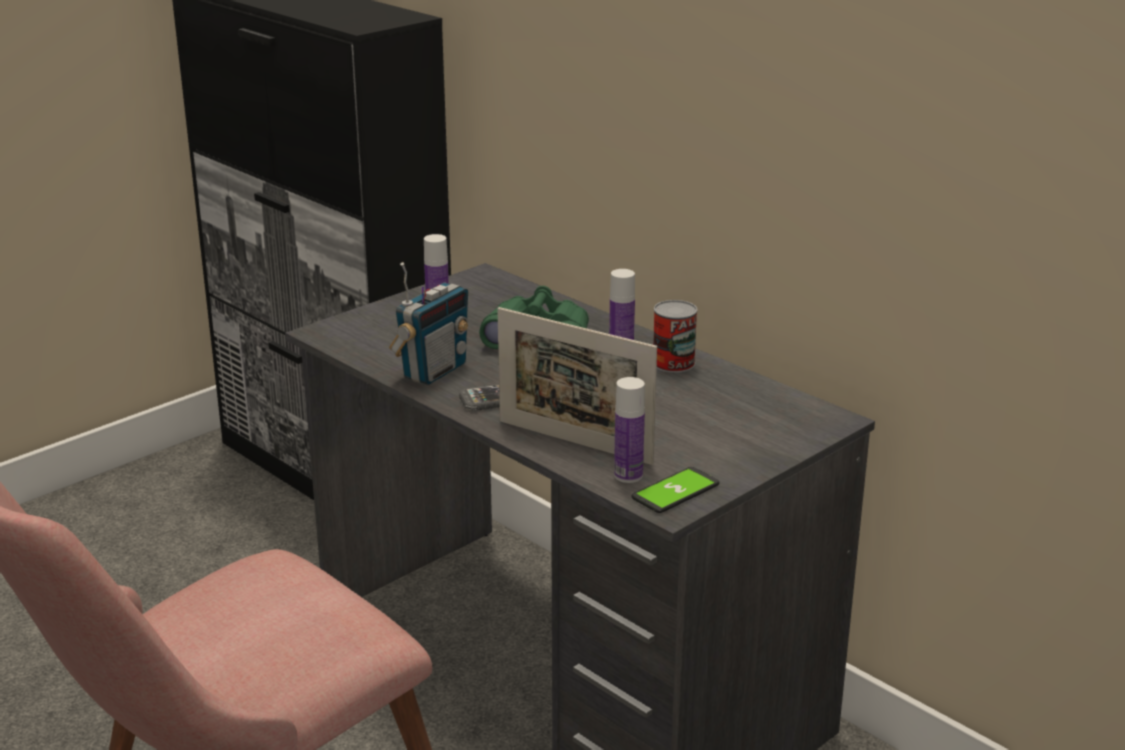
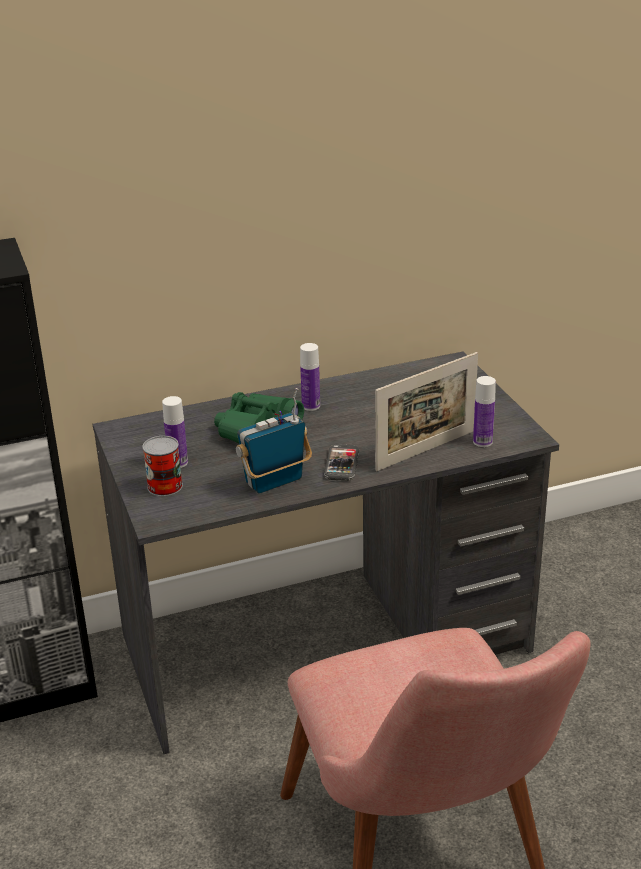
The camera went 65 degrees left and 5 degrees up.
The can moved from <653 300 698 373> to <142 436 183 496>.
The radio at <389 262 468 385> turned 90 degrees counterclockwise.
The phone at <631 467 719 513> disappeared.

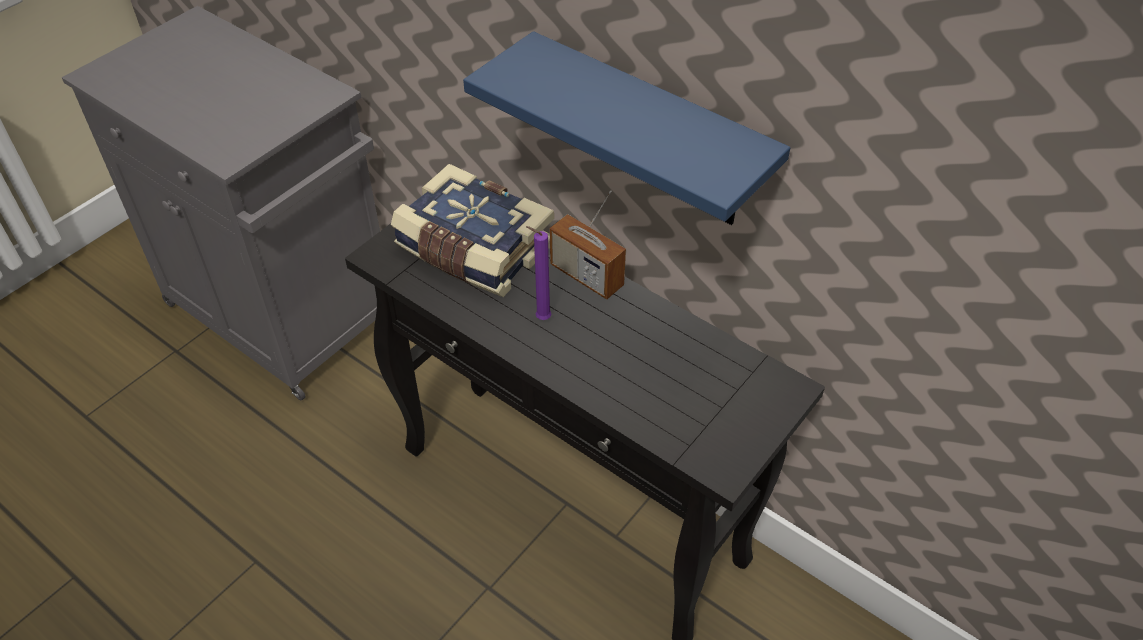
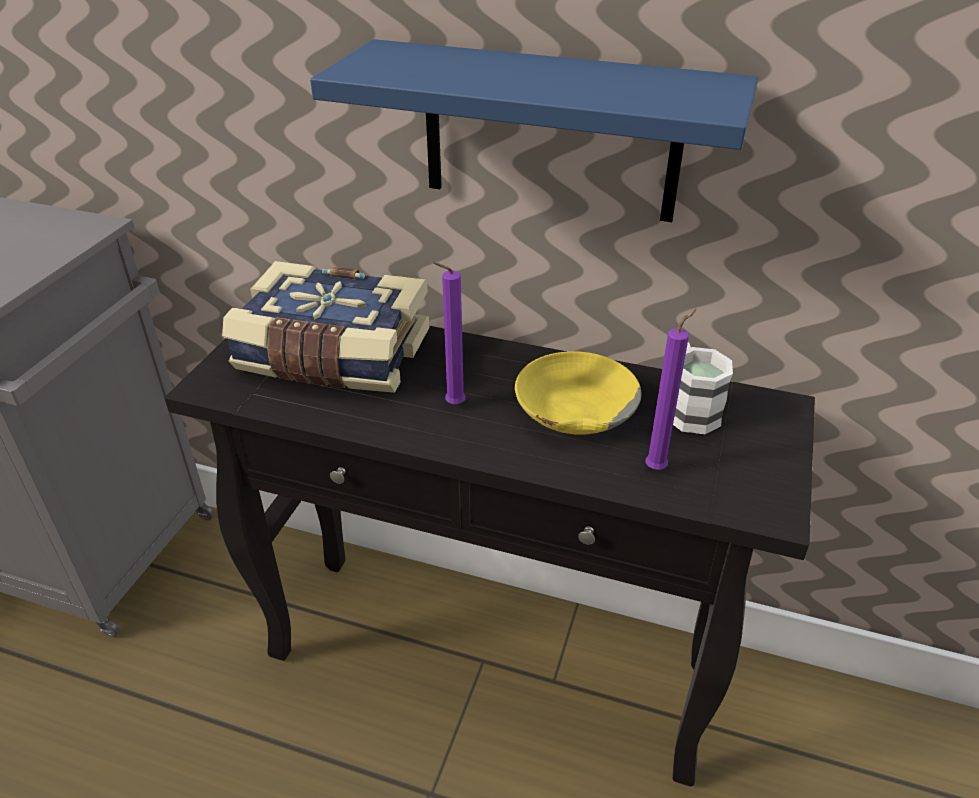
The camera went 20 degrees left and 10 degrees down.
The yellow bowl at <515 351 641 435> appeared.
The purple candle at <645 309 697 470> appeared.
The white mug at <673 342 733 434> appeared.
The radio at <550 191 626 299> disappeared.

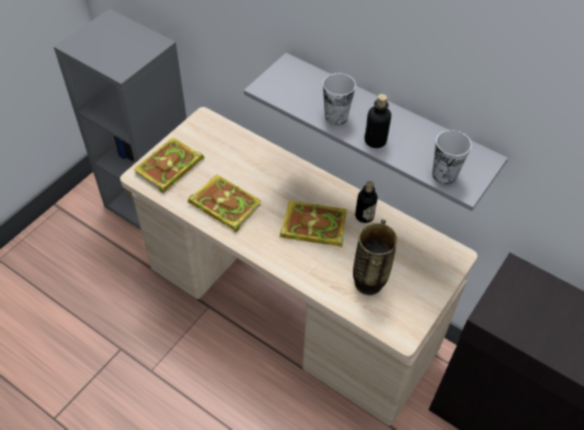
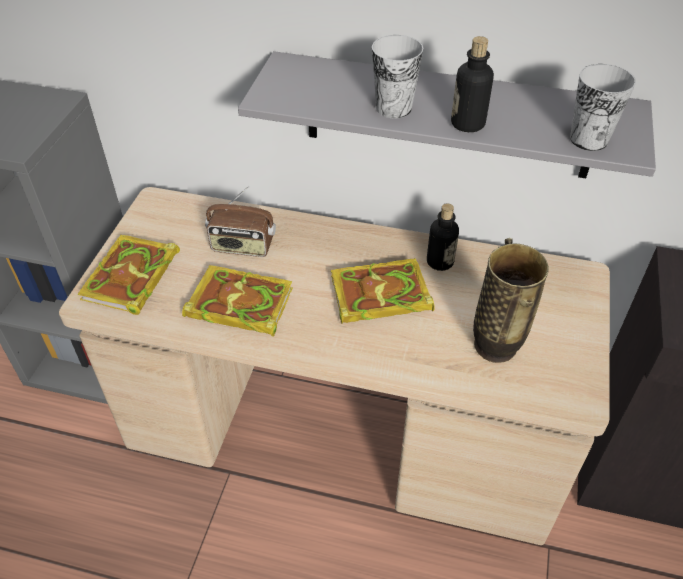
The camera went 20 degrees left and 5 degrees down.
The radio at <205 186 276 257> appeared.

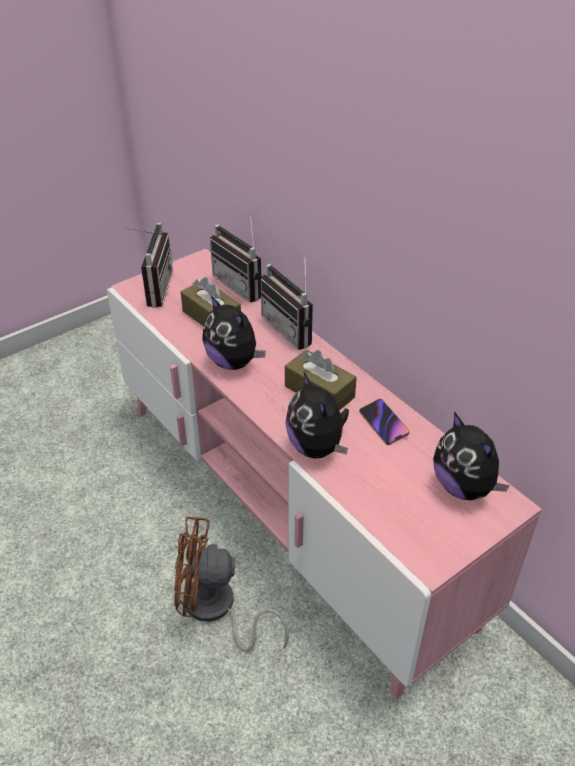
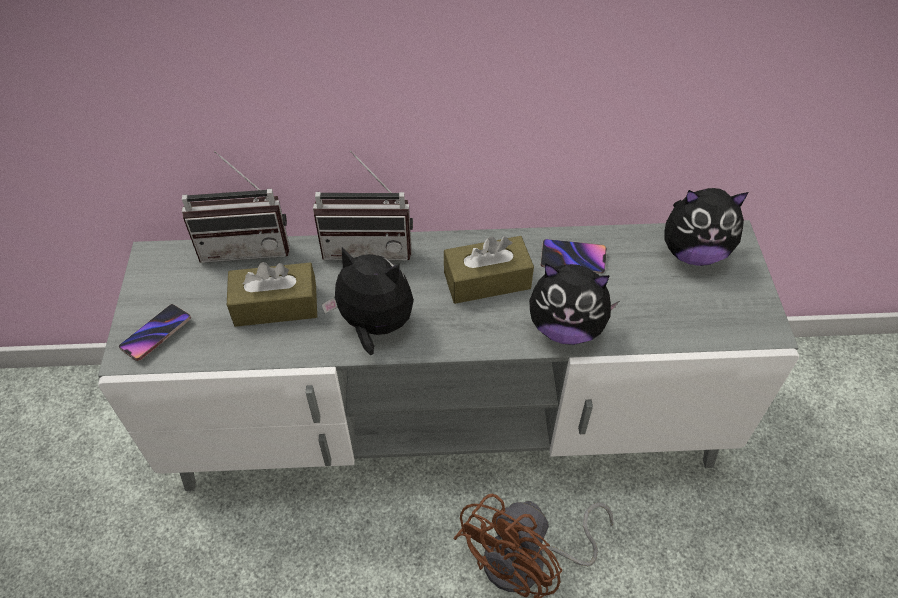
The camera went 55 degrees left and 10 degrees up.
The pink tv stand at <107 249 542 700> became the grey tv stand at <98 220 799 491>.
The radio at <123 223 173 308> was replaced by the phone at <119 304 191 361>.
The plush toy at <202 296 266 370> turned 150 degrees counterclockwise.

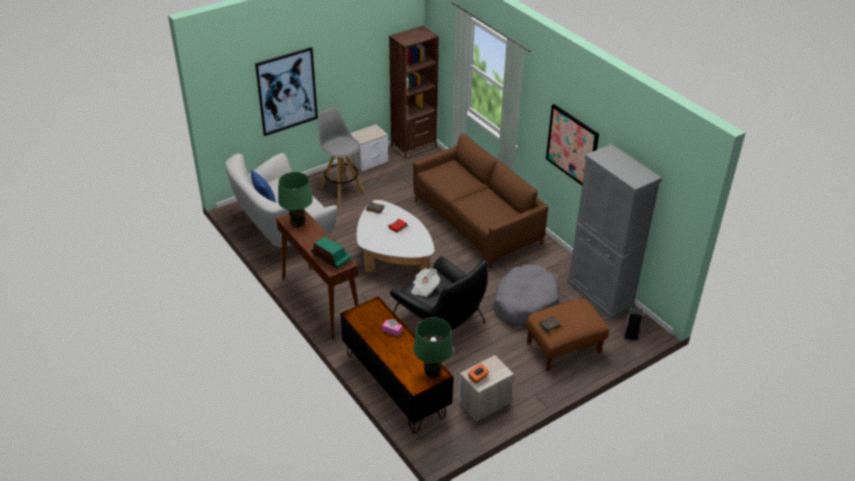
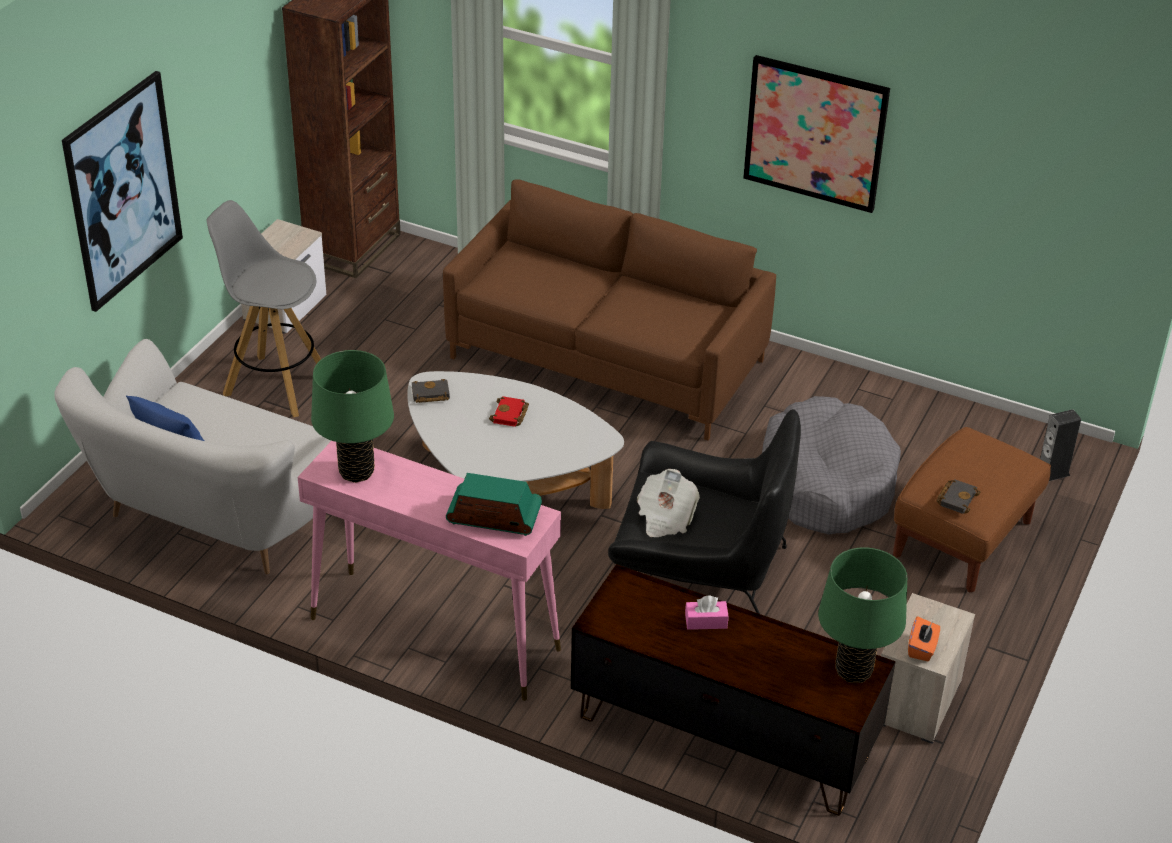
The camera went 30 degrees left and 0 degrees up.
The brown console table at <276 209 359 340> became the pink console table at <298 441 561 701>.
The grey cabinet at <567 144 662 319> disappeared.

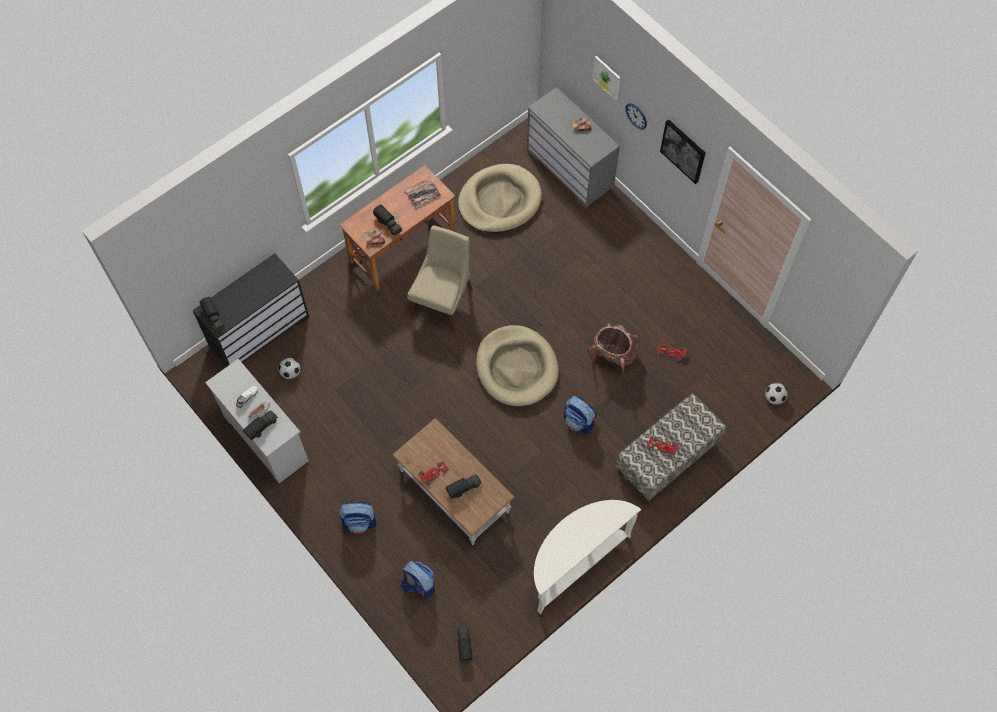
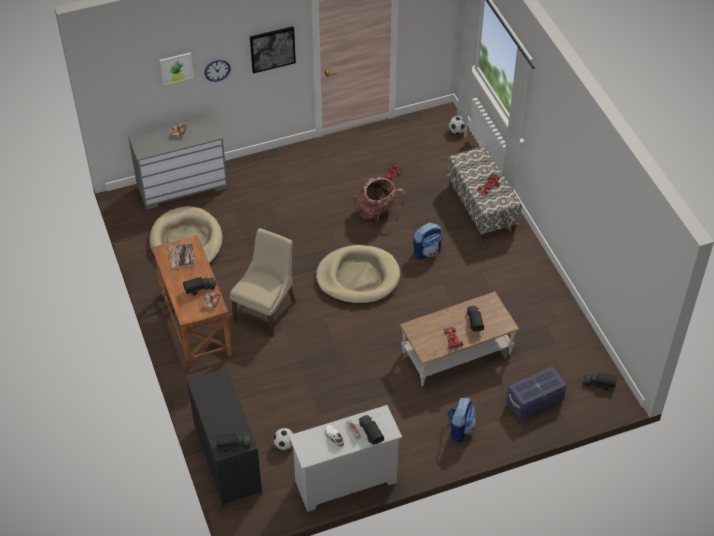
The camera went 70 degrees left and 15 degrees down.
The beige chair at <407 225 472 331> turned 75 degrees clockwise.
The backpack at <401 561 435 599> was replaced by the purple storage box at <507 367 567 420>.
The white console table at <534 500 641 614> disappeared.

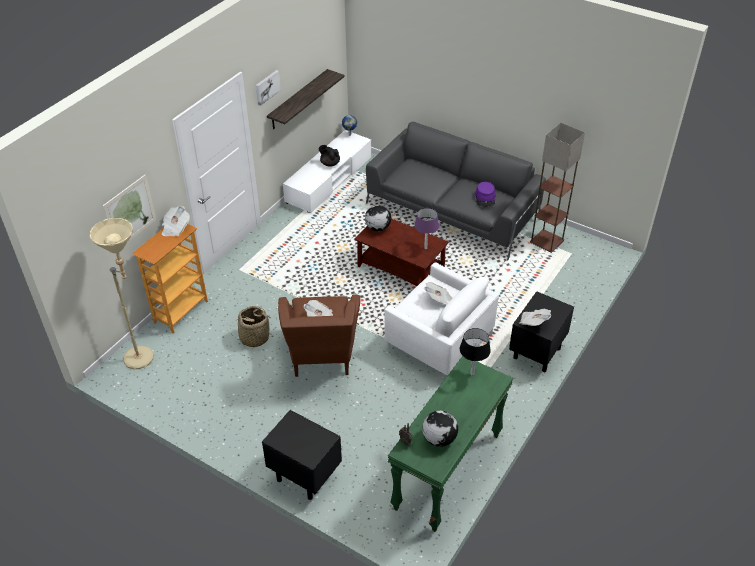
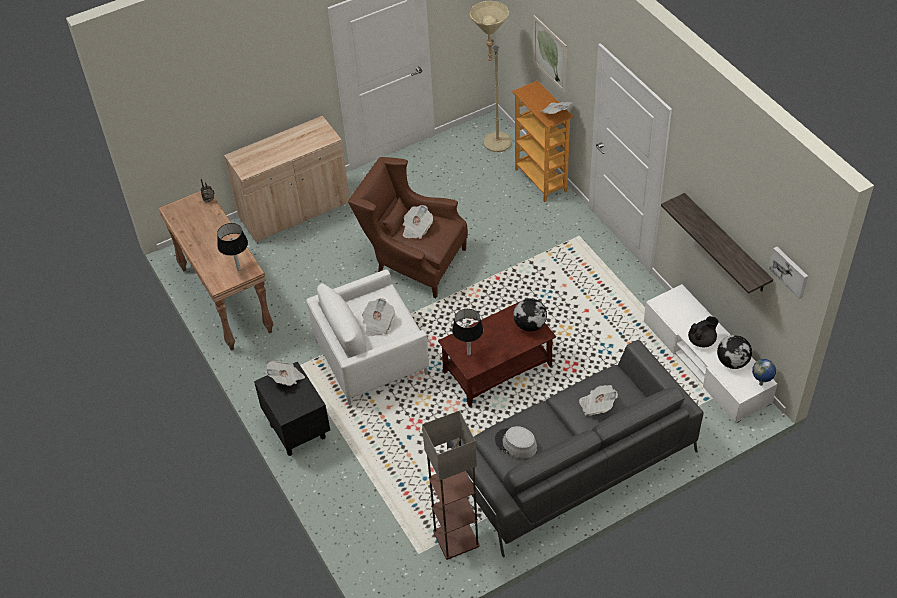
The camera went 120 degrees right and 5 degrees up.
The green console table at <388 356 513 532> became the brown console table at <159 191 274 351>.
The black nightstand at <262 410 342 500> was replaced by the beige cabinet at <224 116 350 242>.
The purple table lamp at <414 208 440 249> became the black table lamp at <452 309 483 355>.
The purple hat at <475 182 496 207> became the grey hat at <495 426 537 458>.
The newspaper at <579 385 618 415> appeared.
The globe moved from <422 410 458 447> to <717 335 752 369>.
The picture moved from <256 70 281 106> to <769 247 808 299>.
The basket at <230 306 273 347> disappeared.

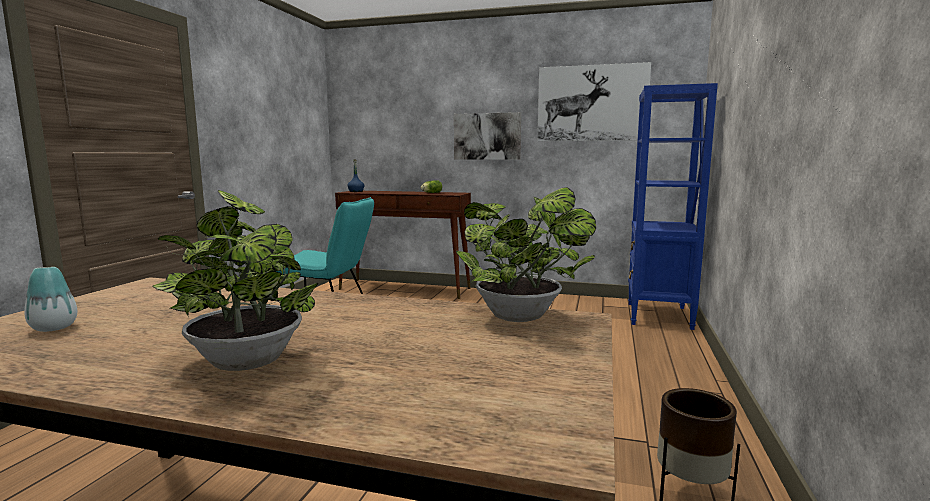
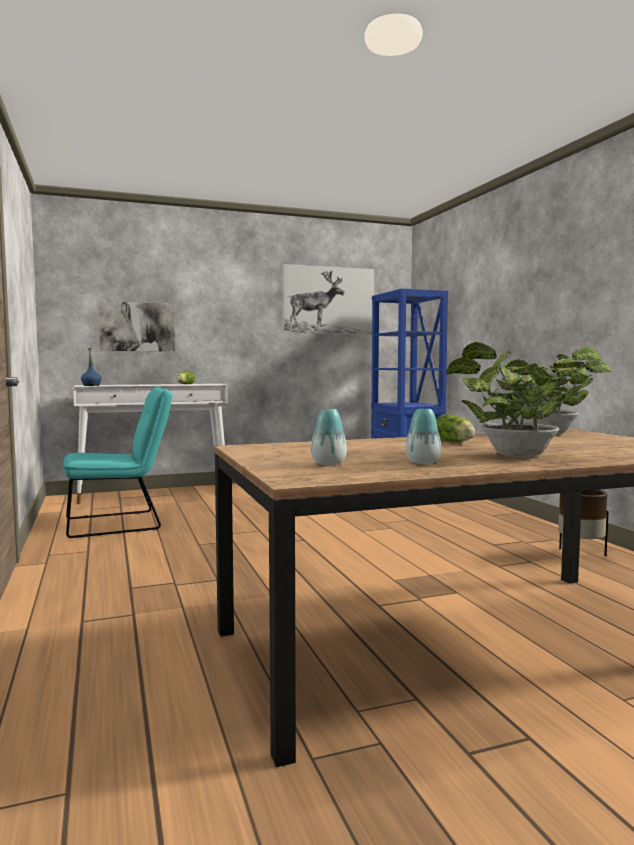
The camera went 35 degrees left and 5 degrees down.
The brown console table at <335 191 471 299> became the white console table at <73 384 228 504>.
The picture moved from <454 112 521 160> to <98 301 175 351>.
The vase at <405 409 441 464> appeared.
The lettuce at <436 414 475 442> appeared.

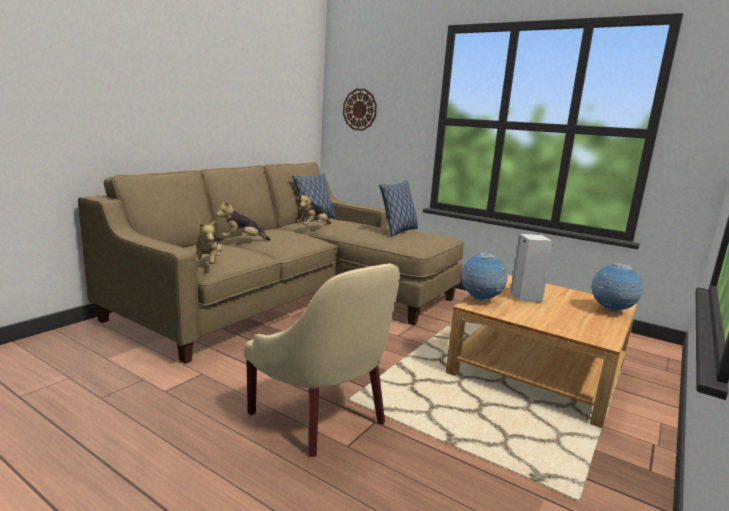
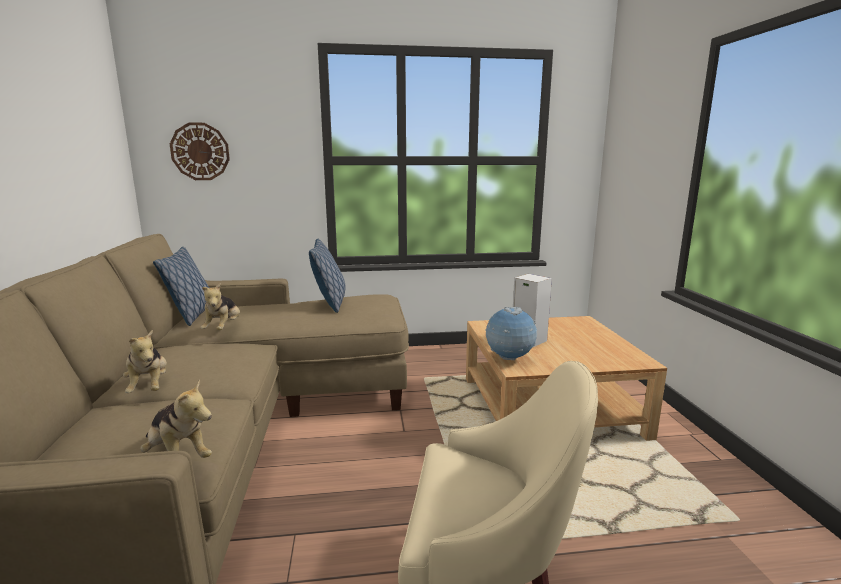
The camera went 40 degrees left and 0 degrees up.
The plush toy at <216 201 271 240> turned 60 degrees counterclockwise.
The globe at <591 263 643 312> disappeared.

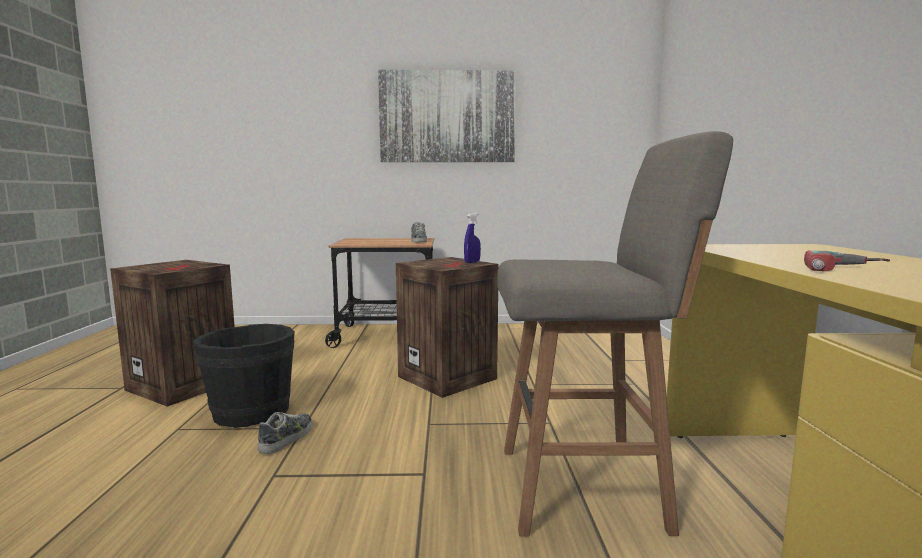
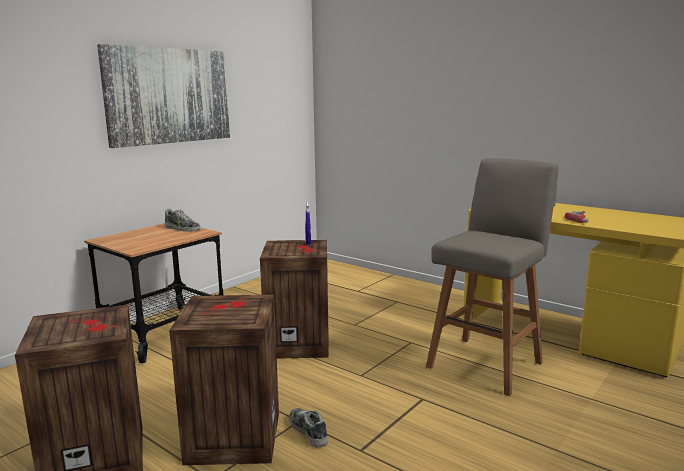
The camera went 50 degrees left and 5 degrees up.
The black bucket at <193 324 295 428> was replaced by the crate at <169 295 279 465>.

